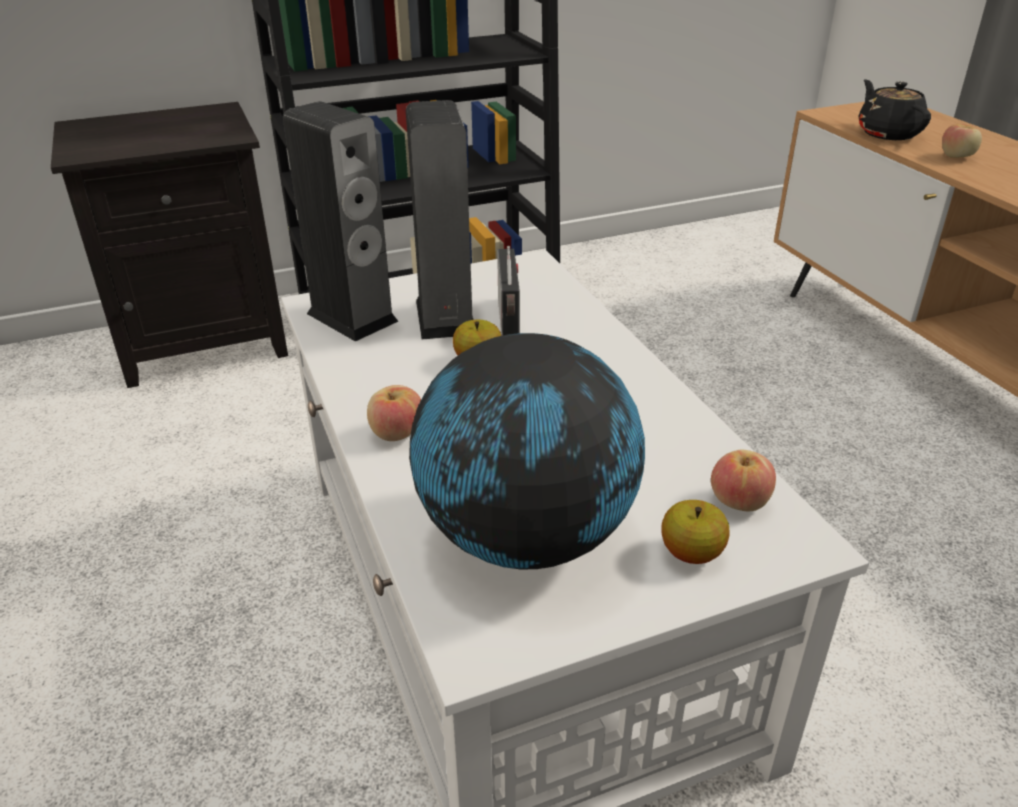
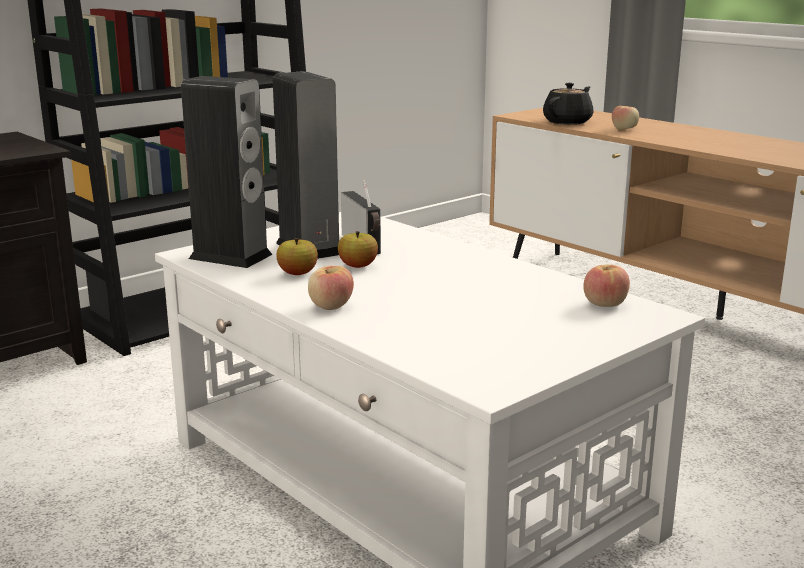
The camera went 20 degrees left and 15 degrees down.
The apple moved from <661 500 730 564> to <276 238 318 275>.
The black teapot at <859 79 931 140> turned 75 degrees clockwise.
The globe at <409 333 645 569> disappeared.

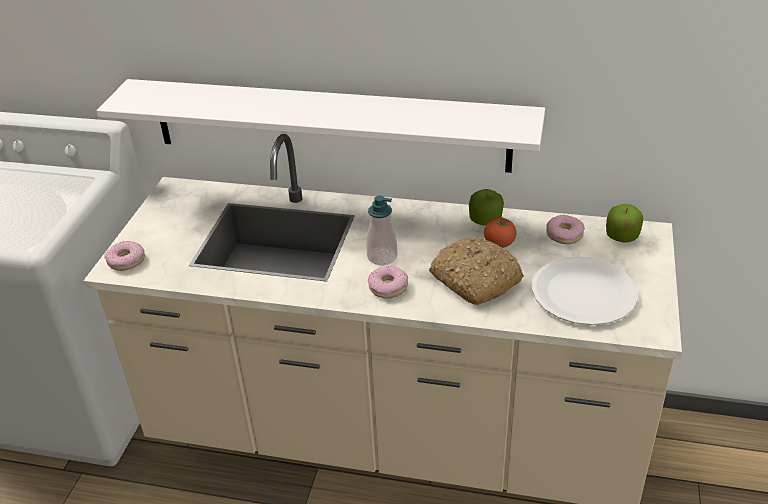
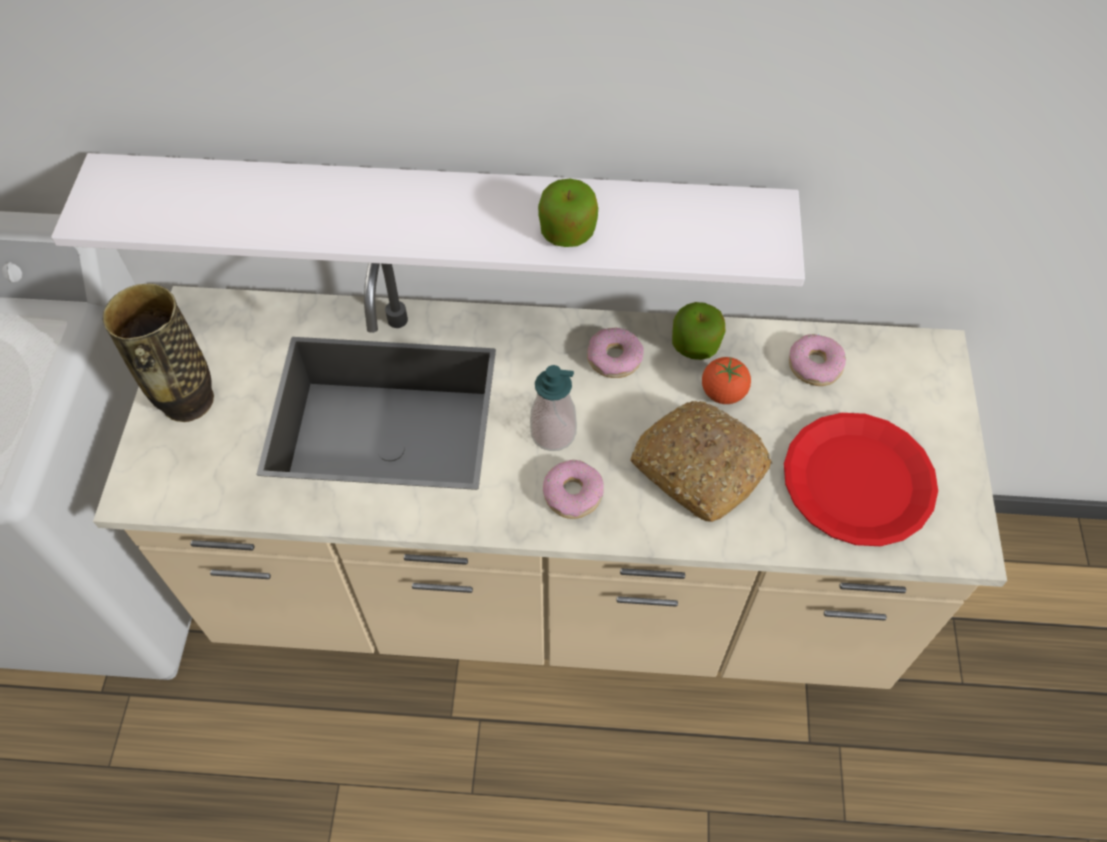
The camera went 10 degrees left and 20 degrees up.
The vase at <103 284 214 422> appeared.
The apple moved from <606 204 643 242> to <538 178 598 247>.
The donut moved from <104 241 145 271> to <587 328 644 378>.
The white plate at <532 256 638 325> became the red plate at <784 413 938 546>.

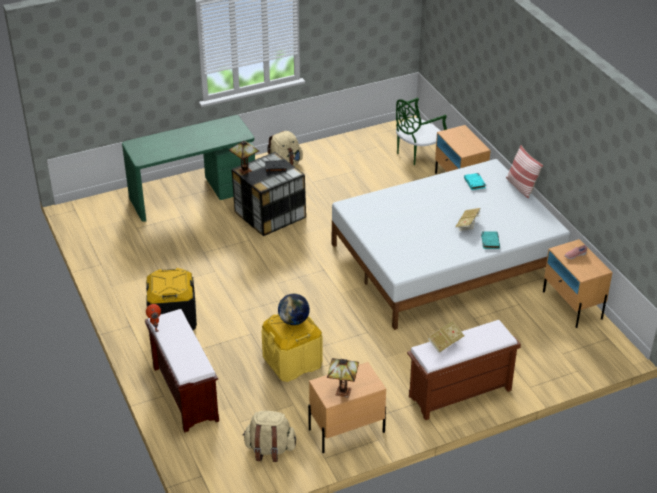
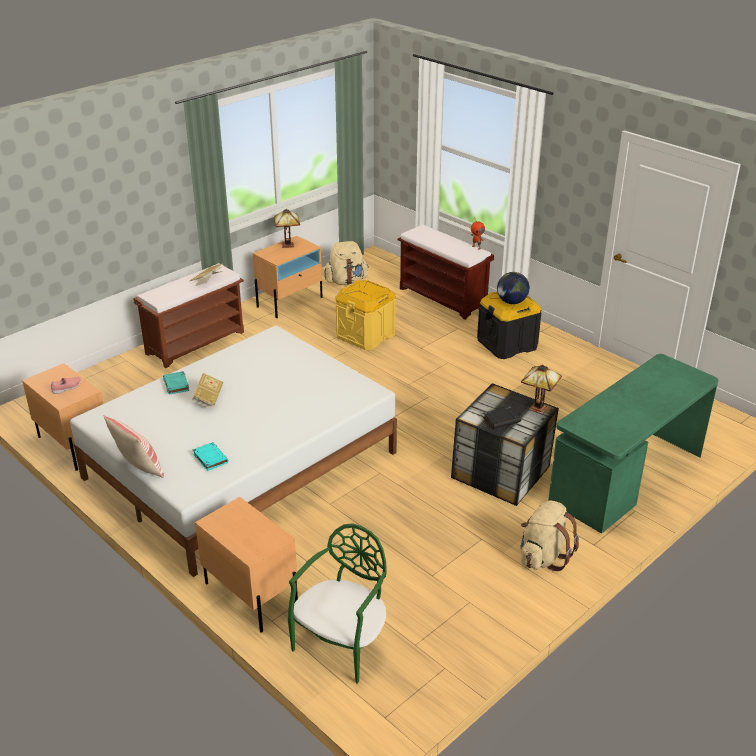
The camera went 160 degrees right and 5 degrees down.
The globe moved from <278 294 310 325> to <497 272 530 304>.

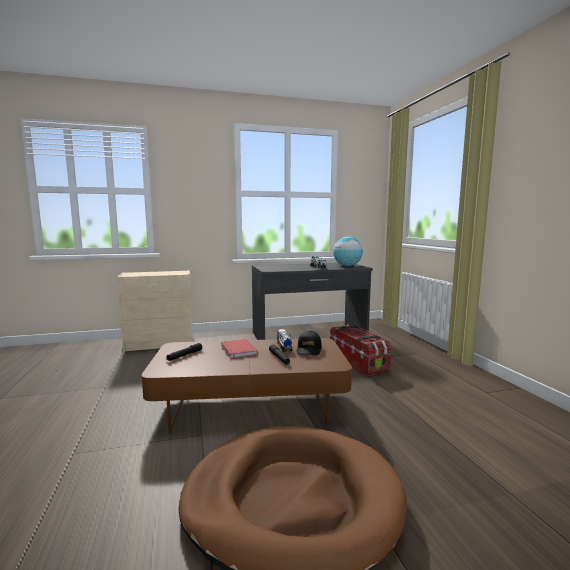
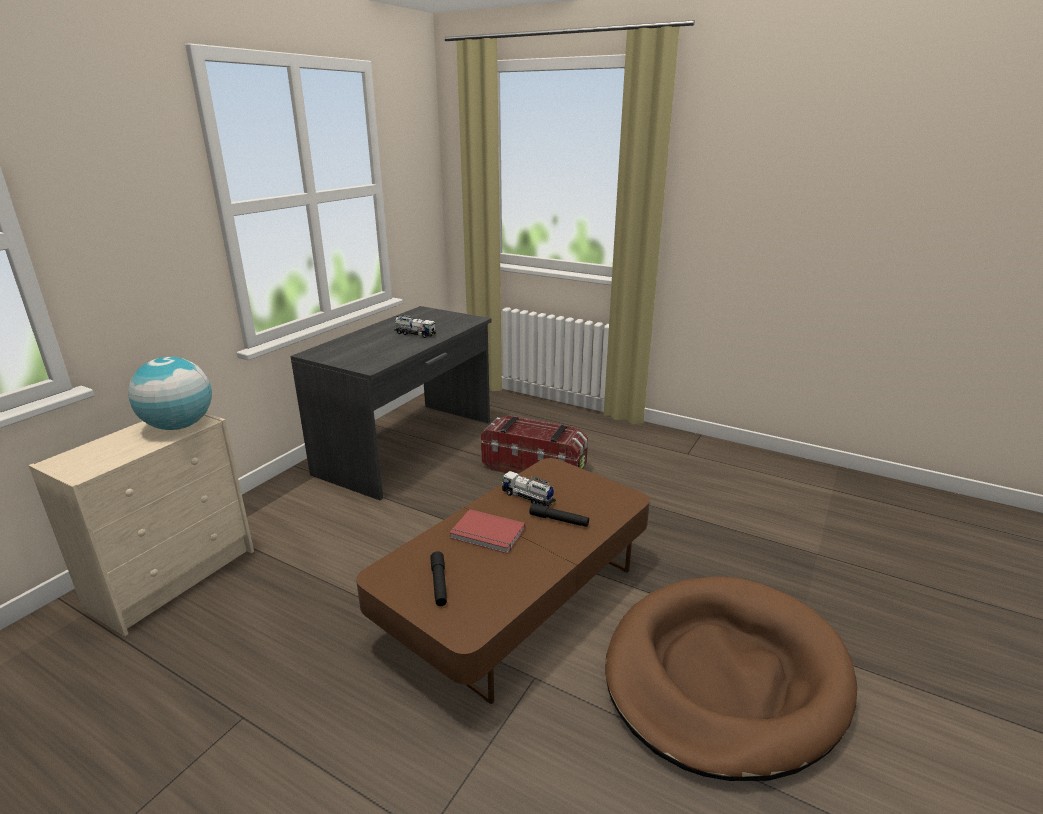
The camera went 45 degrees left and 15 degrees up.
The globe moved from <333 237 363 266> to <128 357 212 430>.
The black cap at <297 331 322 355> disappeared.

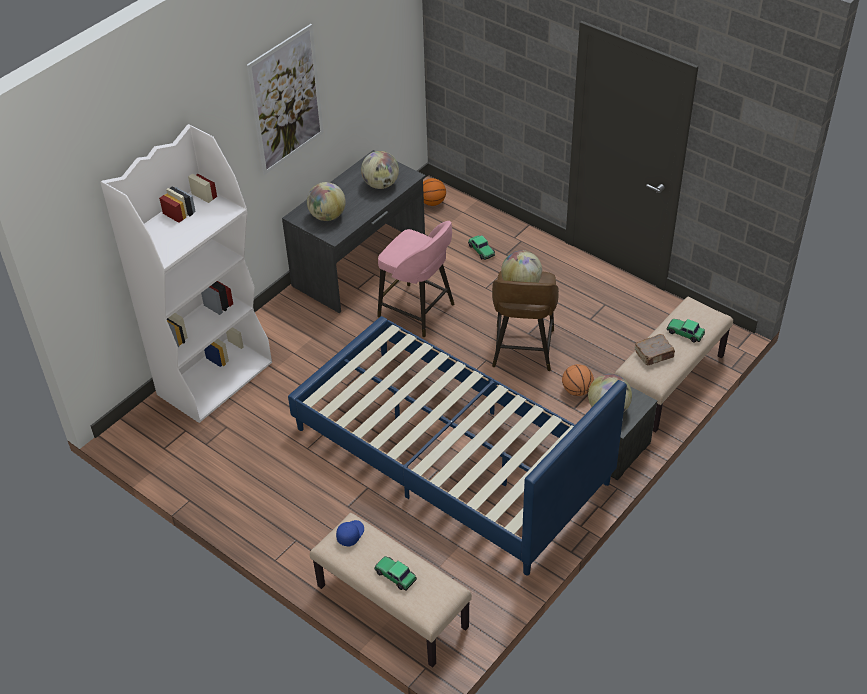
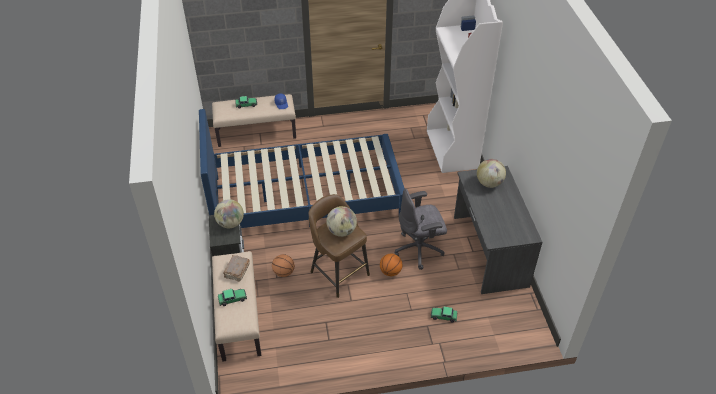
The camera went 130 degrees right and 0 degrees up.
The basketball moved from <423 178 446 206> to <380 254 402 276>.
The pink stool at <377 221 454 337> was replaced by the grey office chair at <395 189 447 270>.
The picture at <247 24 324 175> disappeared.
The globe at <361 151 399 189> disappeared.

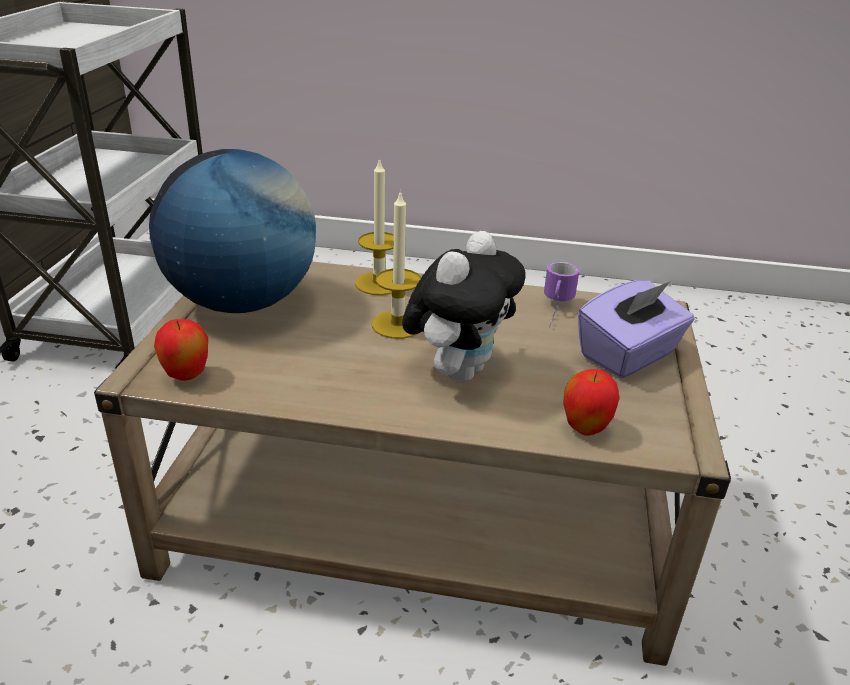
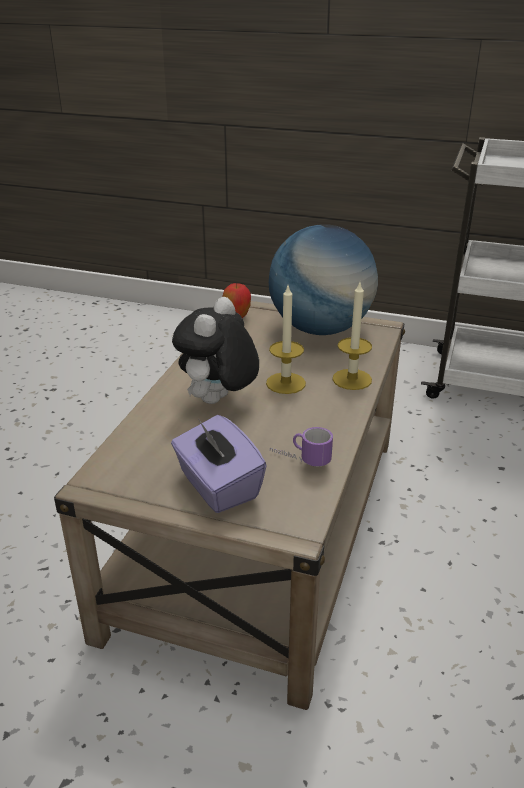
The camera went 100 degrees right and 0 degrees up.
The plush toy at <402 231 526 383> turned 75 degrees clockwise.
The apple at <563 369 619 436> disappeared.

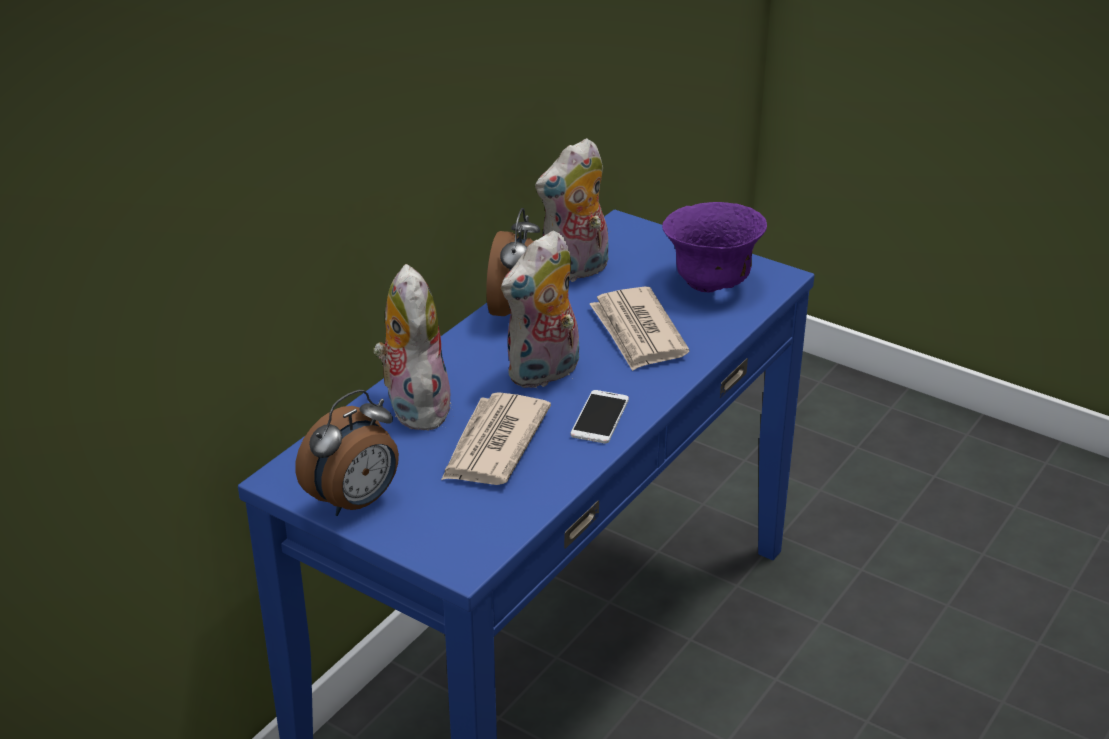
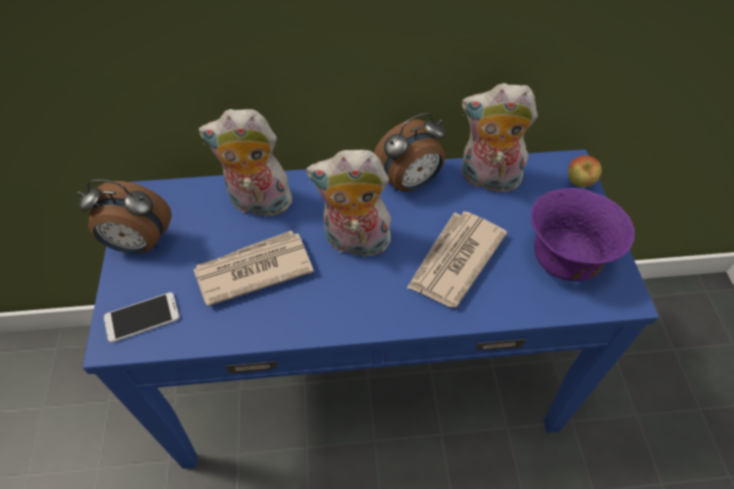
The camera went 50 degrees right and 20 degrees up.
The phone moved from <570 390 629 444> to <104 292 180 343>.
The plush toy at <373 264 451 430> turned 120 degrees counterclockwise.
The apple at <568 155 602 187> appeared.

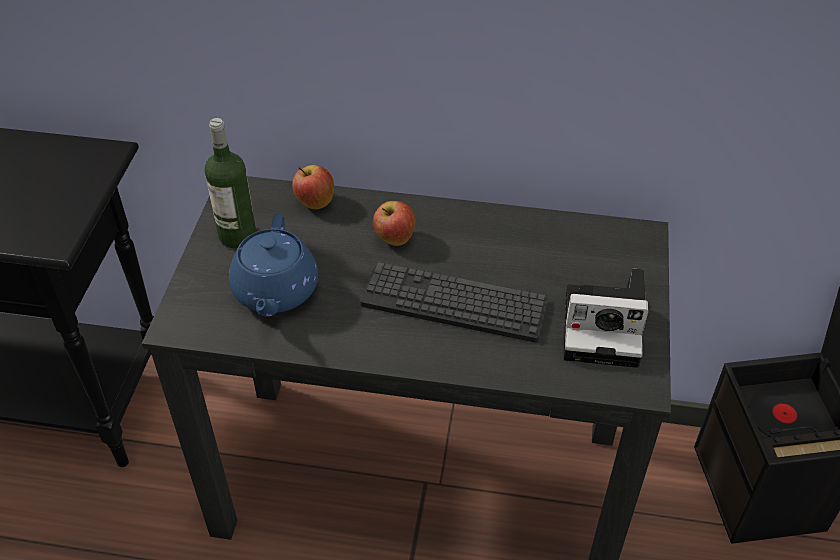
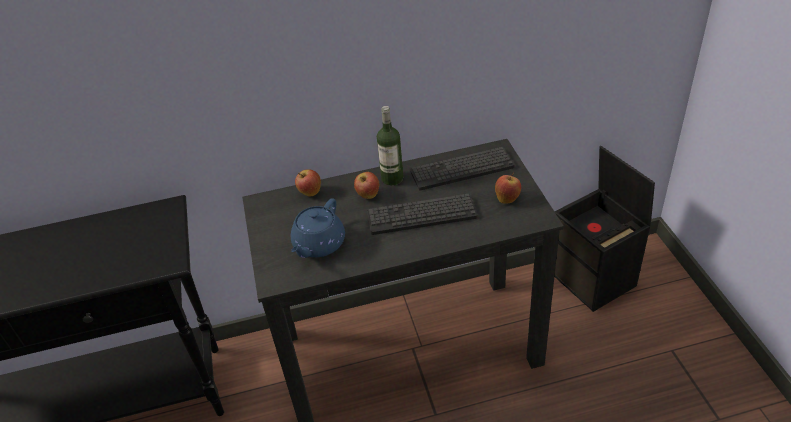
The camera went 20 degrees left and 5 degrees down.
The blue teapot at <229 213 318 316> turned 45 degrees clockwise.
The bottle moved from <205 118 256 249> to <377 106 403 185>.
The keyboard at <410 147 515 190> appeared.
The photo camera at <564 269 648 368> was replaced by the apple at <495 173 521 204>.

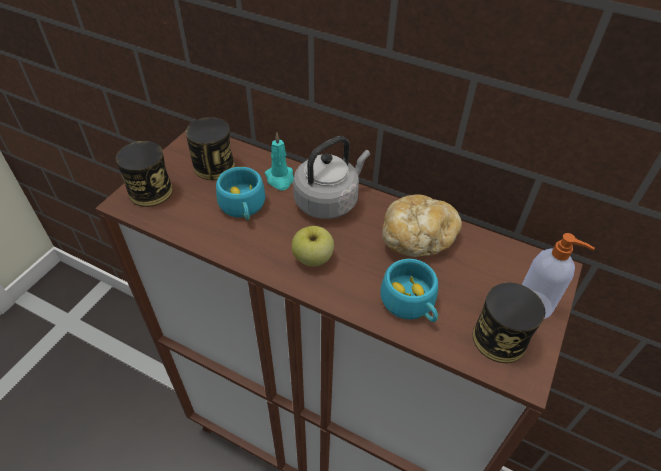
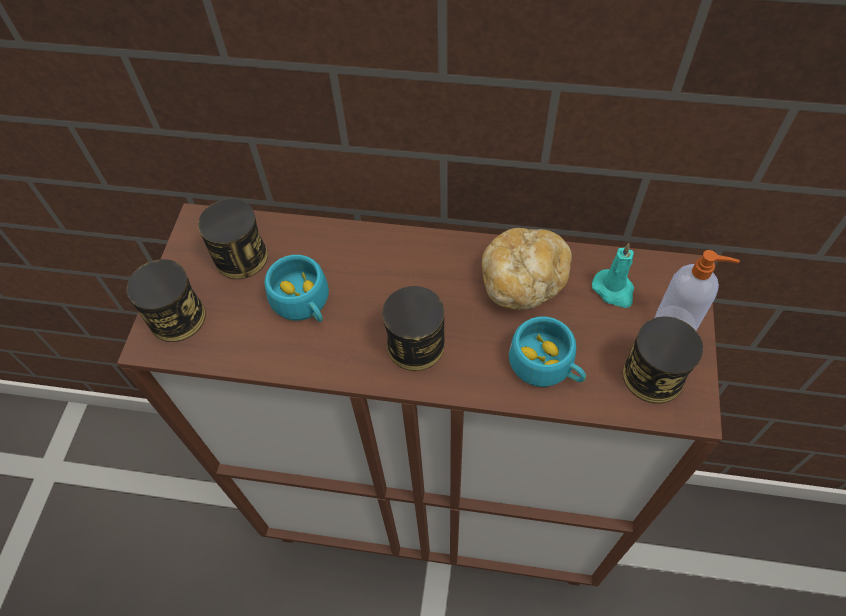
The camera went 15 degrees left and 10 degrees up.
The apple at <292 226 334 267> was replaced by the can at <382 286 445 371>.
The turquoise candle moved from <265 133 294 190> to <592 243 635 308>.
The grey kettle at <293 136 370 219> disappeared.

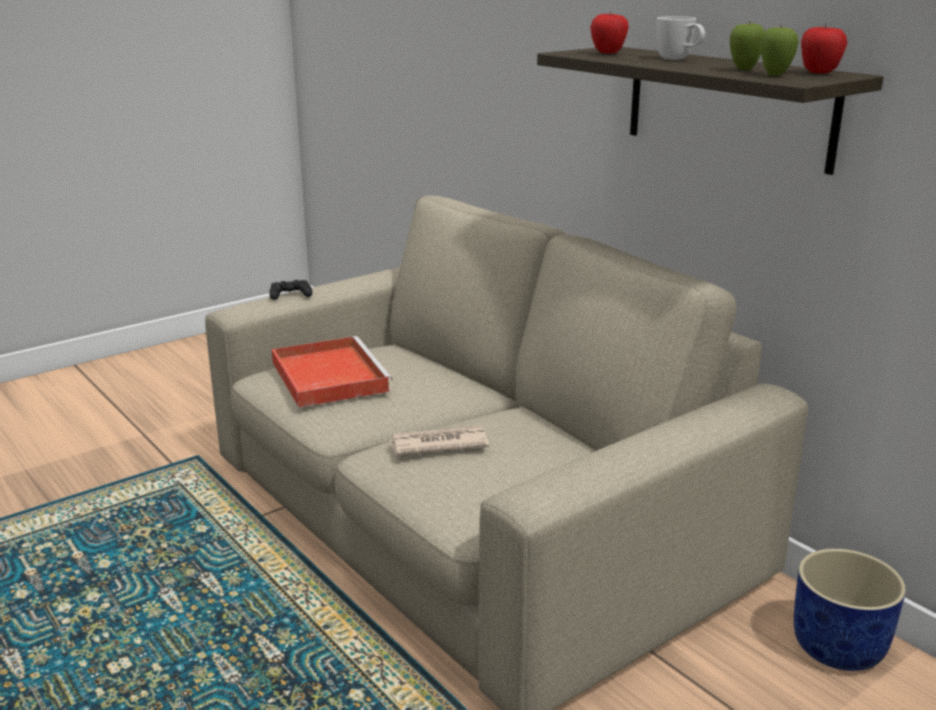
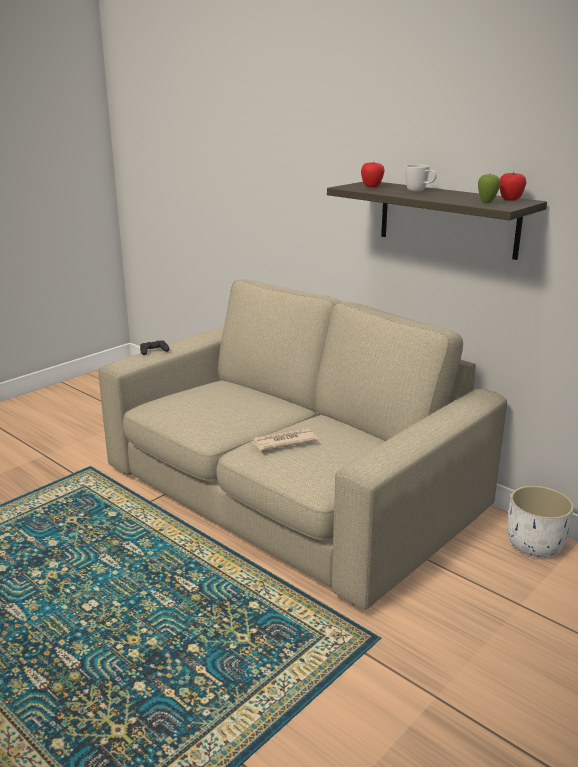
The camera went 10 degrees left and 0 degrees up.
The blue planter at <794 549 906 671> became the white planter at <508 486 574 558>.
The red tray at <272 336 393 408> disappeared.
The apple at <730 22 765 70> disappeared.

